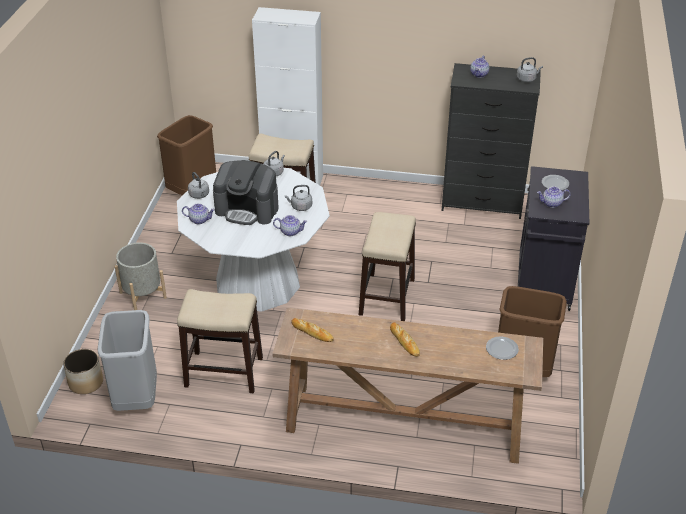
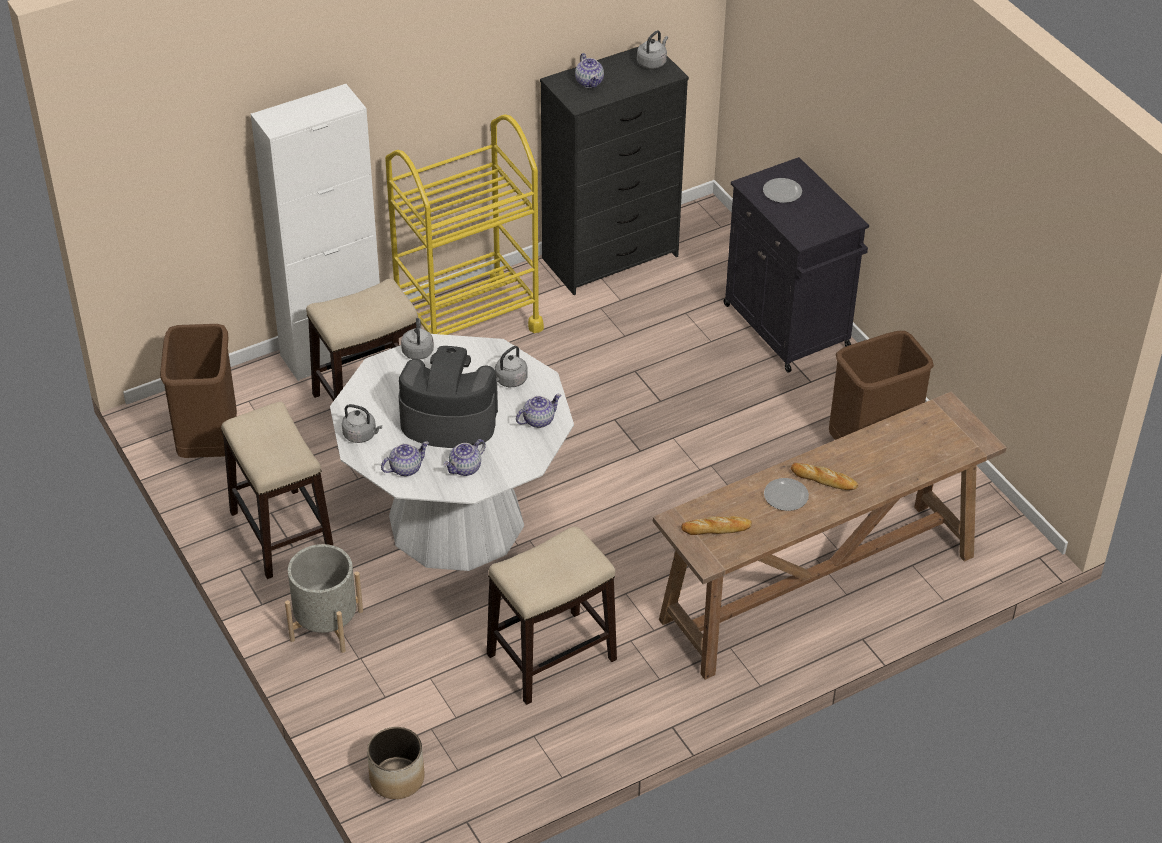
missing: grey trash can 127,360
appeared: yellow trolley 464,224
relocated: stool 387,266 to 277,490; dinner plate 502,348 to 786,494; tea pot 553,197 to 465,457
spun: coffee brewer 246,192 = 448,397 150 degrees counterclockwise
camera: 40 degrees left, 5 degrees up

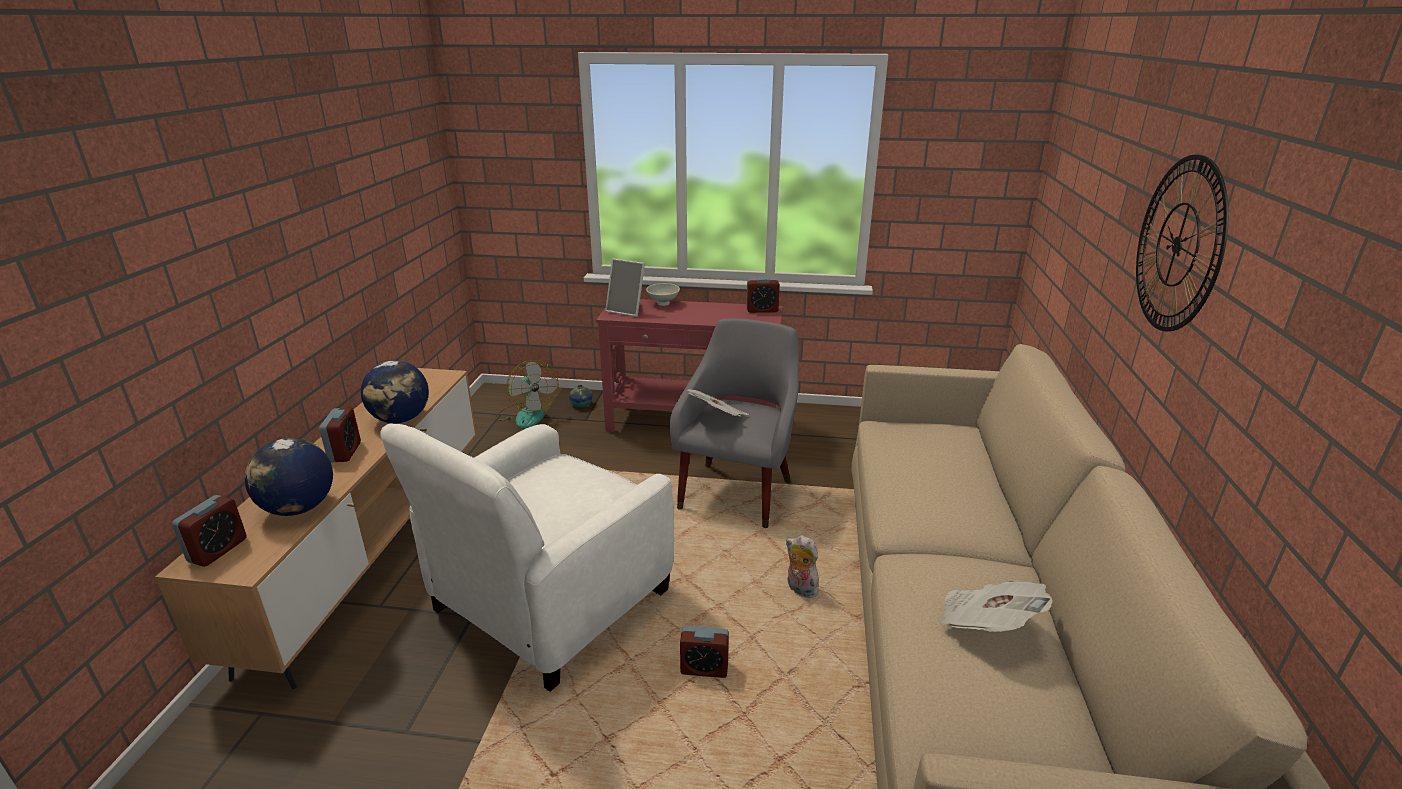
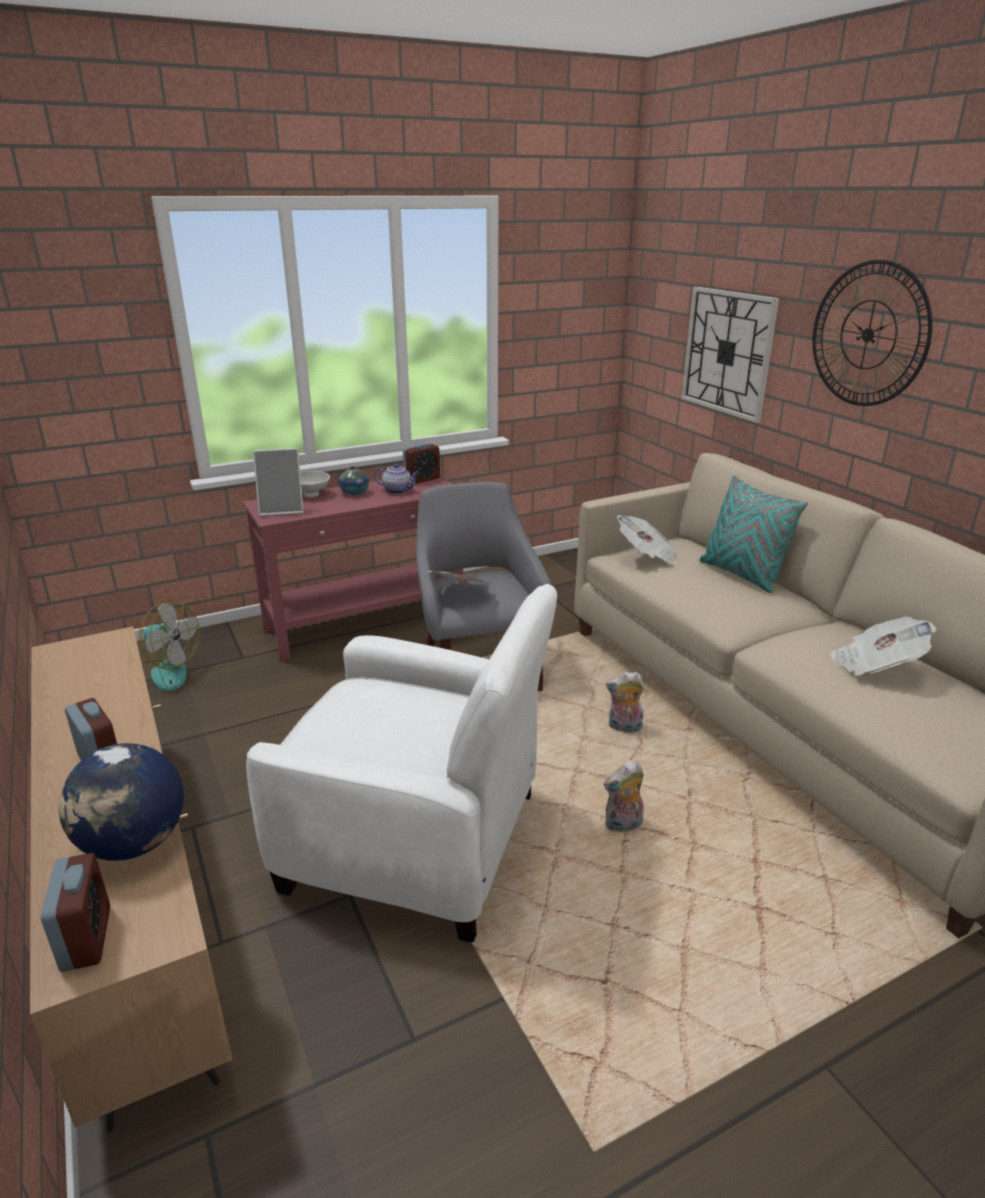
missing: desk globe 395,391
appeared: tea pot 396,479; daily paper 646,540; hanging clock 730,355; blue-green pillow 753,534
relocated: flower vase 581,396 to 353,480
exchanged: alarm clock 704,652 to soft toy 624,796
spun: whitish easy chair 527,557 = 401,763 75 degrees counterclockwise
camera: 35 degrees left, 0 degrees up

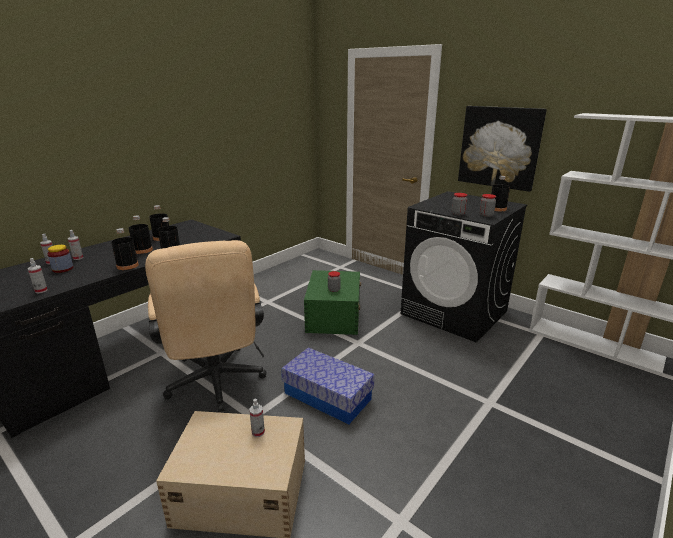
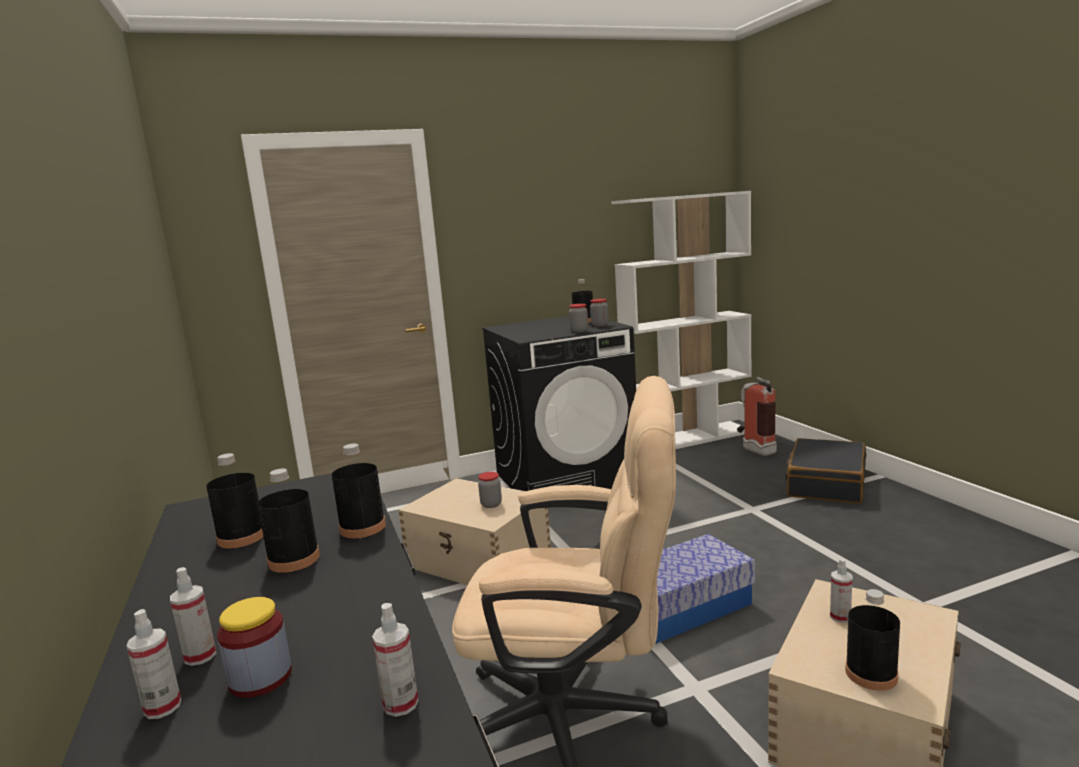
missing: wall art 502,149
appeared: fire-fighting cylinder 757,416; blackish piece of luggage 826,471
relocated: blackish beverage bottle 125,249 to 872,640
colour: greenish storage container 332,302 to sand-coloured storage container 474,531
camera: 60 degrees left, 10 degrees down

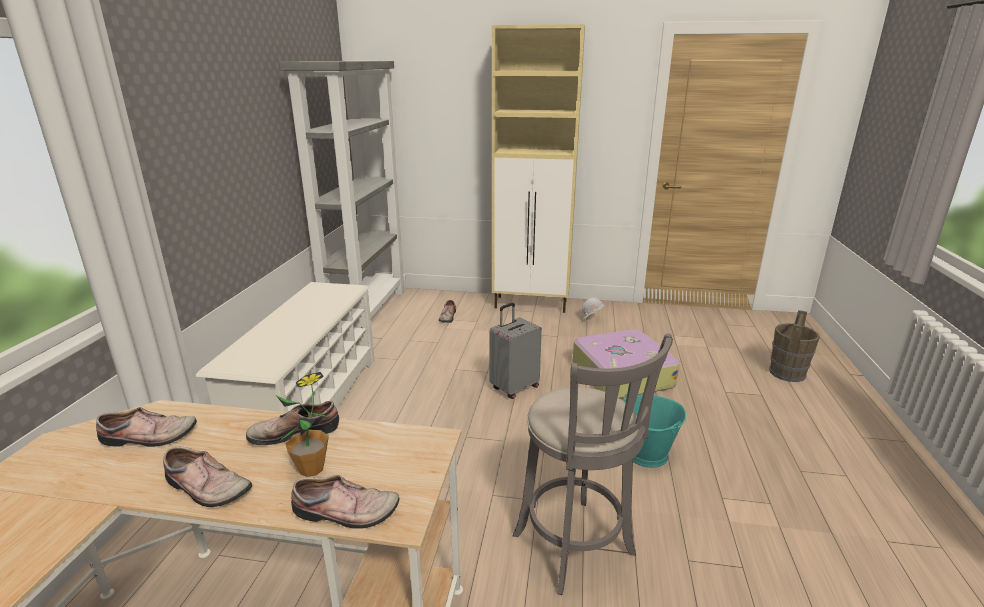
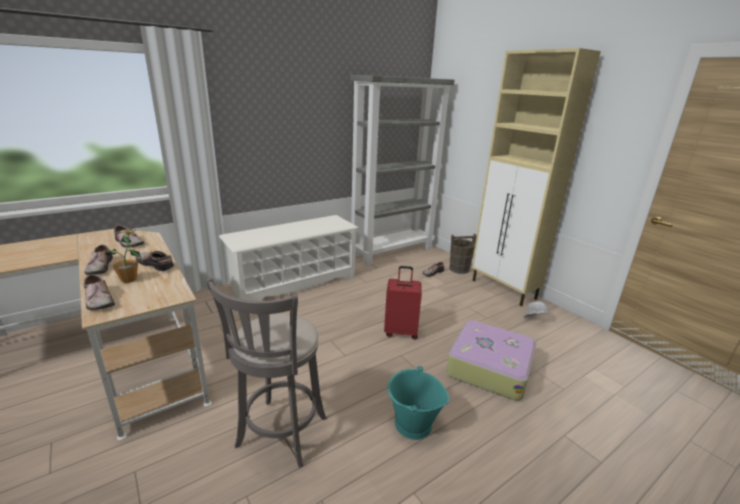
relocated: brown pail 794,346 to 463,254
colour: grey piece of luggage 515,351 to reddish piece of luggage 403,303
camera: 45 degrees right, 0 degrees up

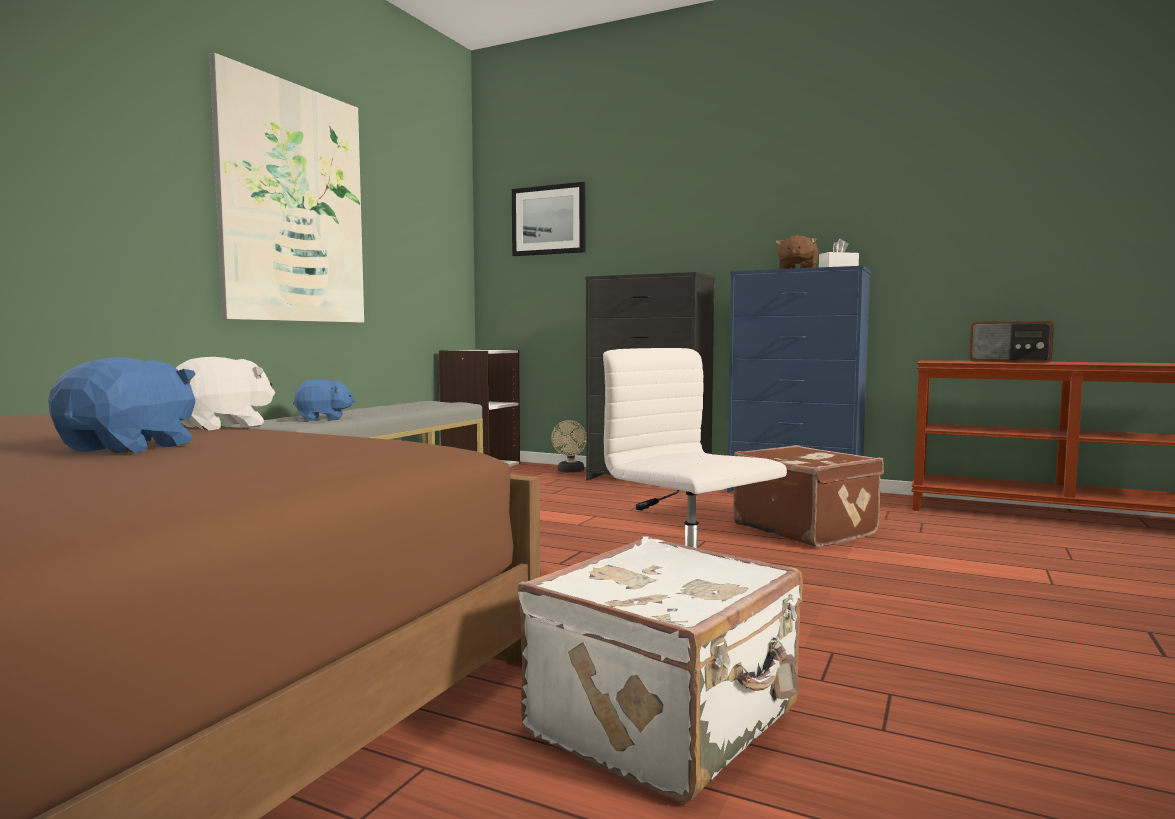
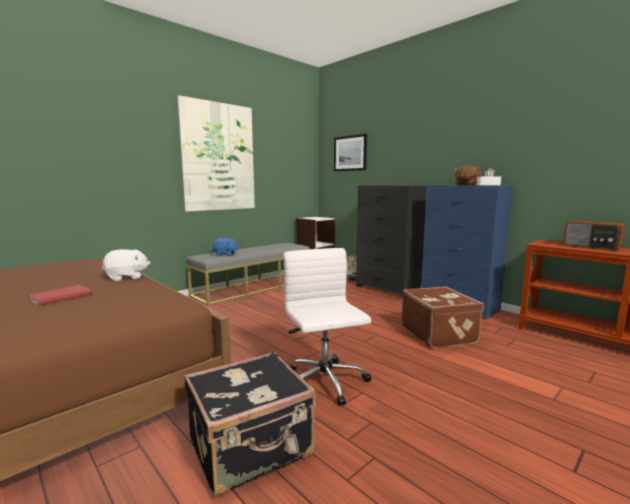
exchanged: blue soft toy 122,405 to reddish bound book 60,295
colour: whitish piece of luggage 660,669 to blackish piece of luggage 250,424
camera: 20 degrees right, 5 degrees up

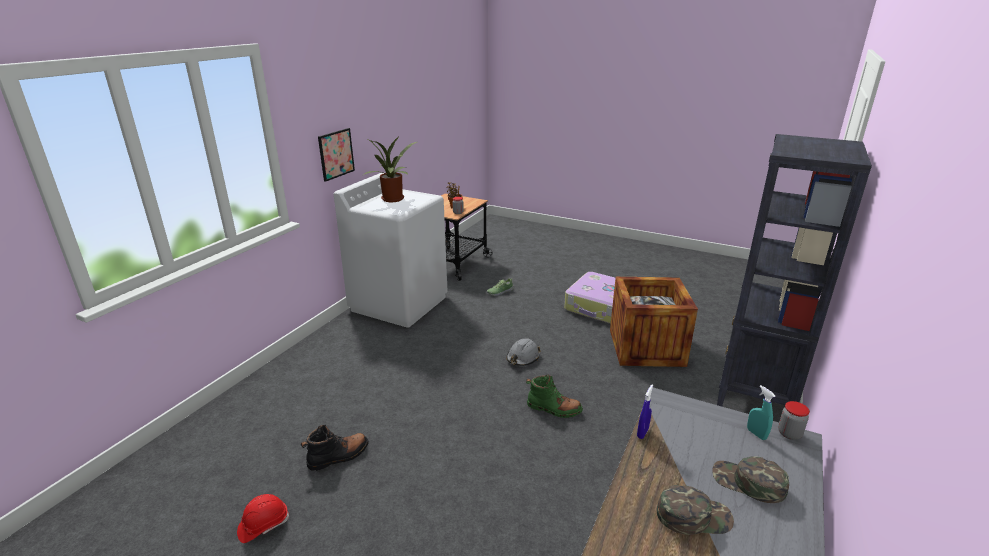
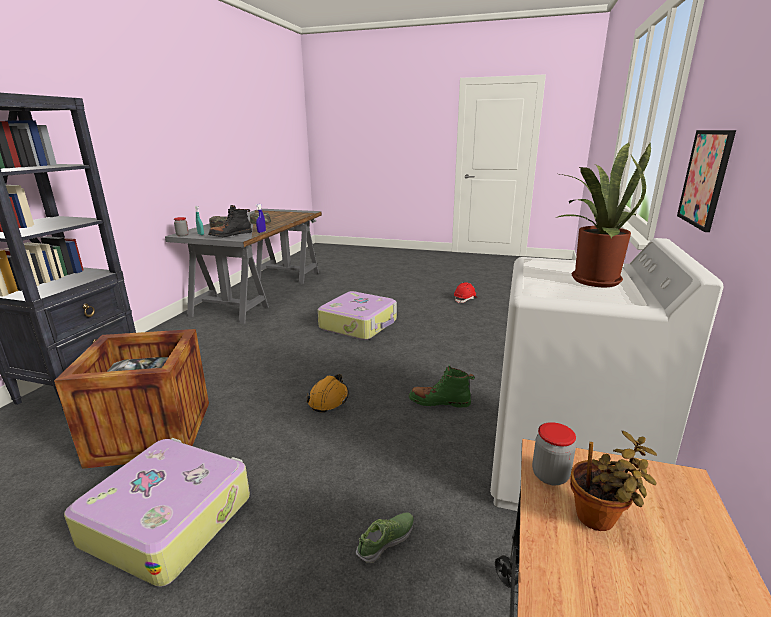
appeared: piece of luggage 357,315
relocated: blackish tall boot 334,448 to 230,221; greenish tall boot 554,396 to 442,386
colour: grey work helmet 523,352 to orangey work helmet 327,393
camera: 170 degrees right, 5 degrees down

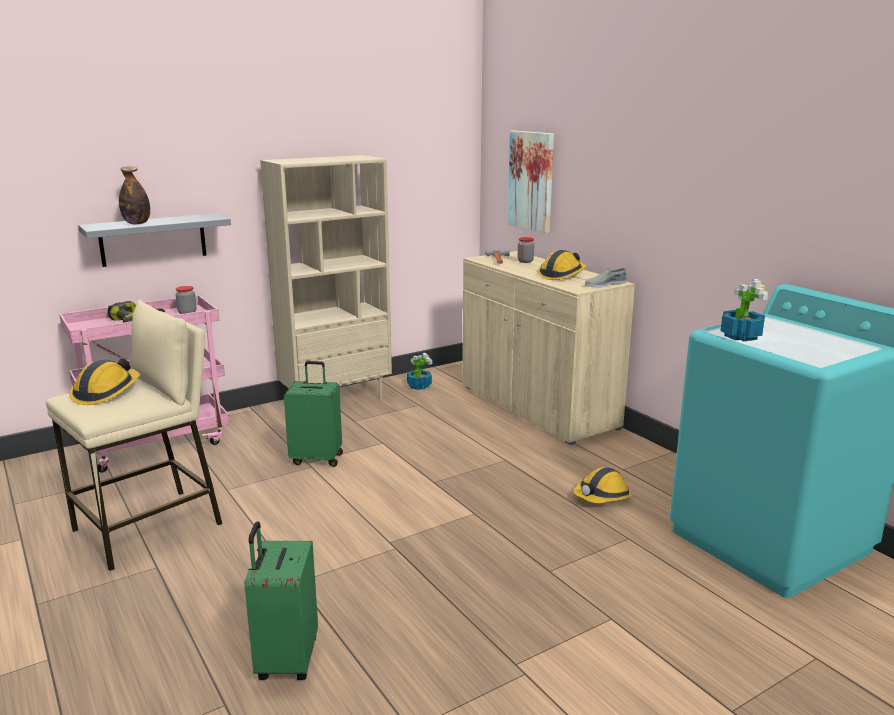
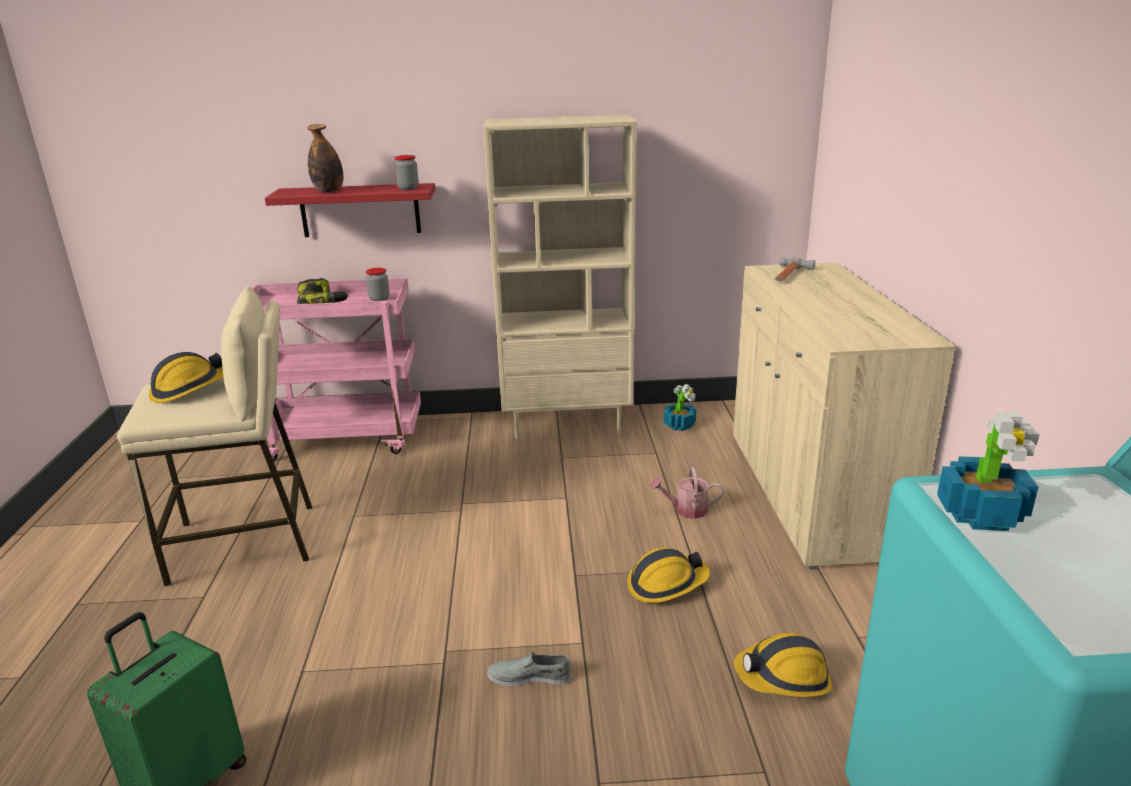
missing: greenish piece of luggage 313,414; wall art 530,182
appeared: watering can 687,493
relocated: storage jar 525,250 to 406,172; work helmet 562,265 to 668,575; grey shoe 605,277 to 529,669
colour: grey shelf 154,240 to reddish shelf 350,210
camera: 30 degrees right, 5 degrees up

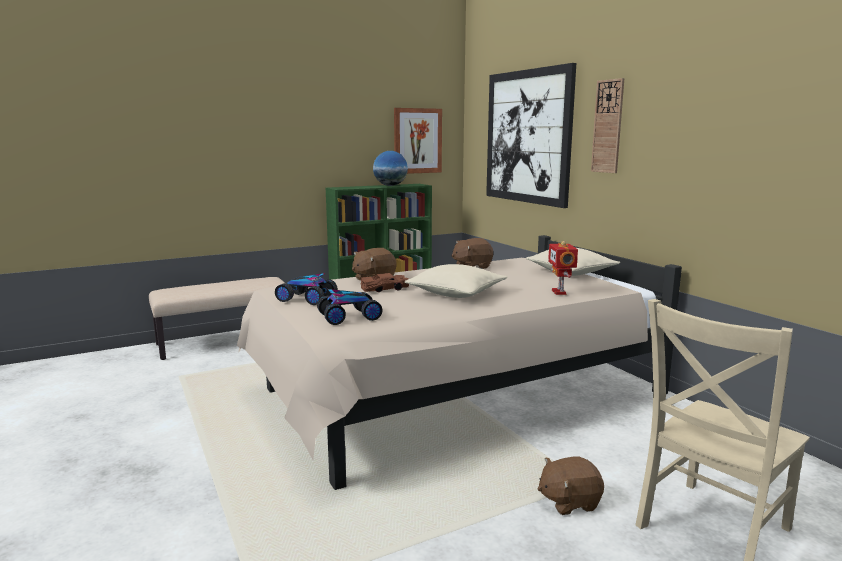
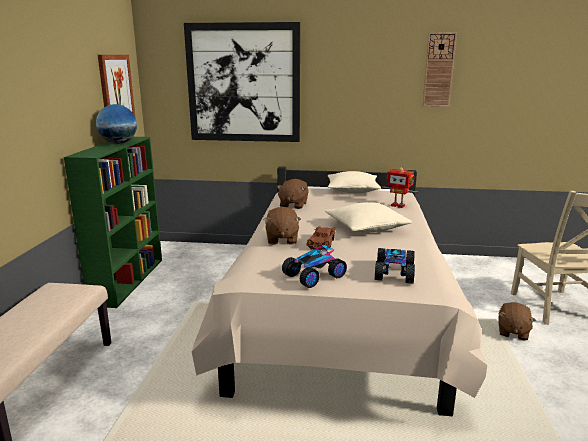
relocated: hanging clock 607,125 to 439,69
camera: 55 degrees left, 5 degrees up

